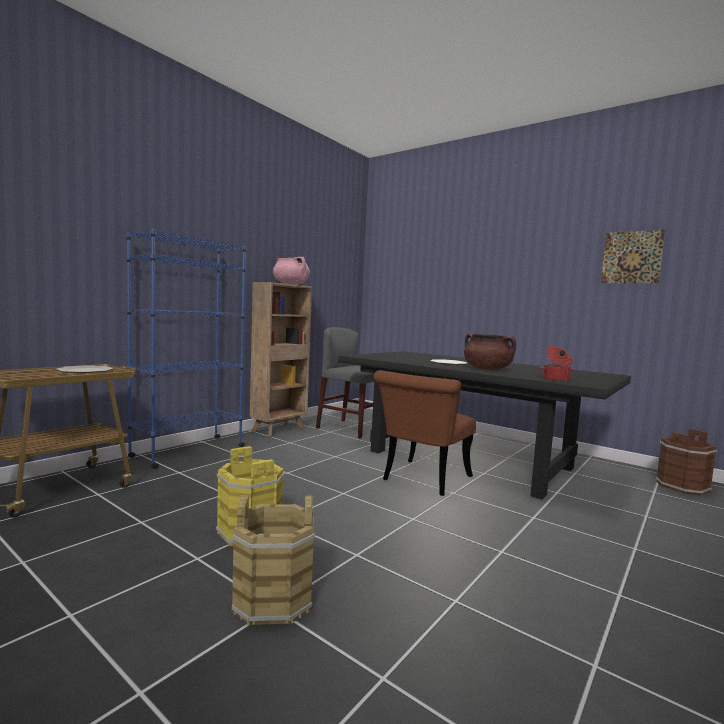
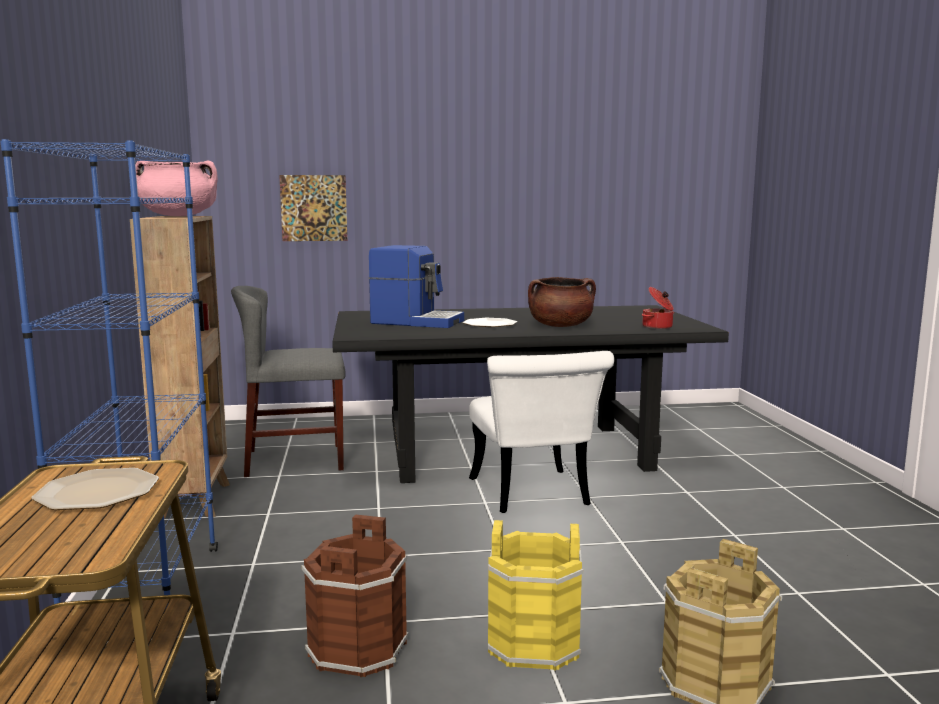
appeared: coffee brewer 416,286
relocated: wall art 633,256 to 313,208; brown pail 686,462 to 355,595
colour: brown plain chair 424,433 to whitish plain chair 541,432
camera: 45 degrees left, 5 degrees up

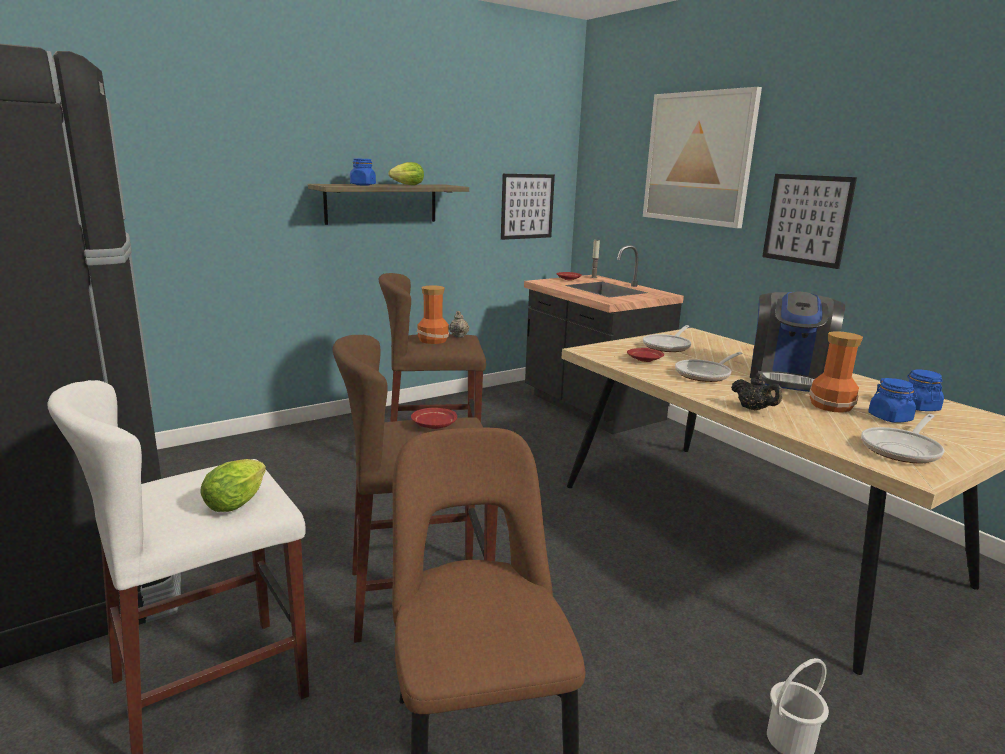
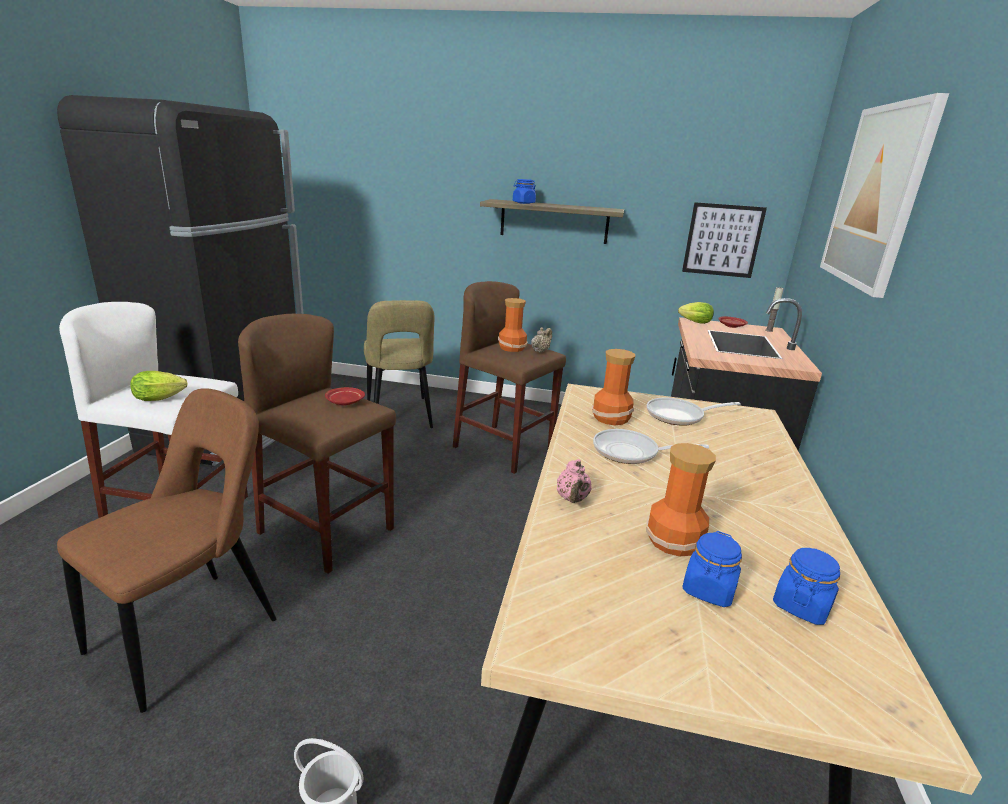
missing: coffee brewer 797,342; wall art 809,221; pan 902,438
appeared: sand-coloured plain chair 399,364
relocated: lettuce 406,173 to 696,313
exchanged: reddish dinner plate 645,355 to flower vase 613,387
colour: blackish tea pot 756,391 to pinkish tea pot 574,481
camera: 45 degrees right, 5 degrees up

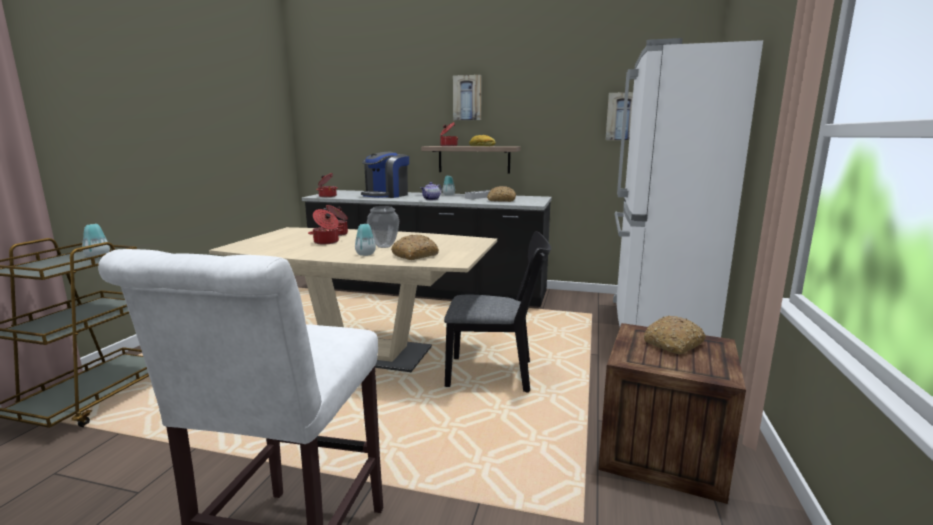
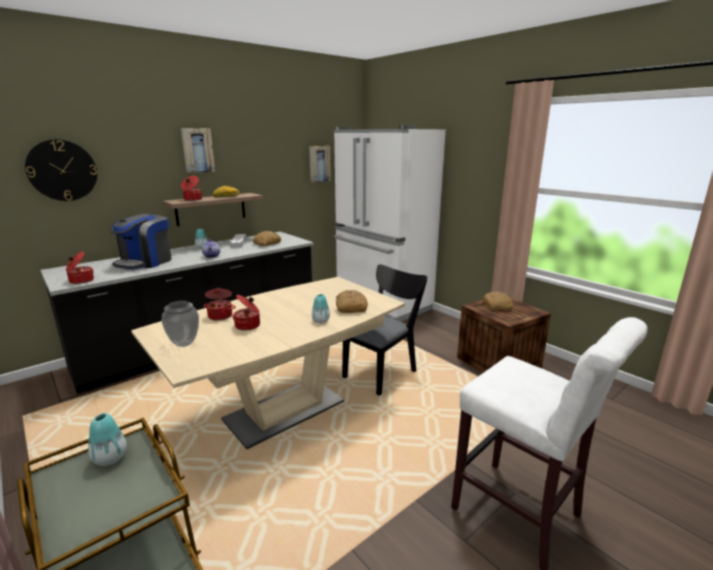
appeared: hanging clock 61,170
relocated: flower vase 383,227 to 180,324
spun: coffee brewer 385,175 = 140,242 45 degrees clockwise
camera: 55 degrees left, 5 degrees up

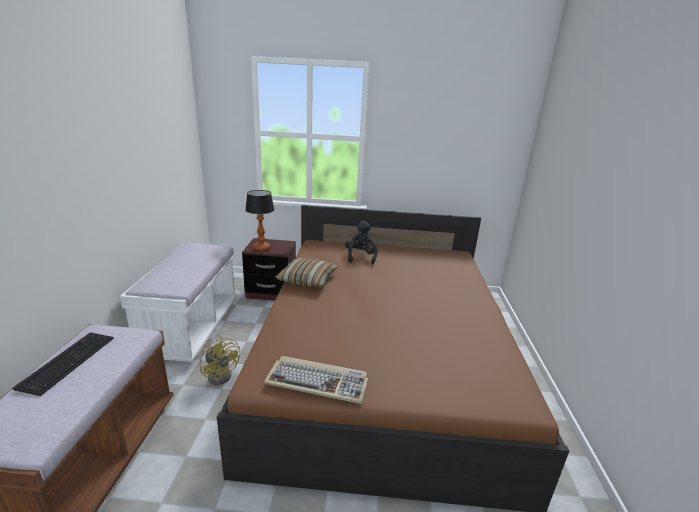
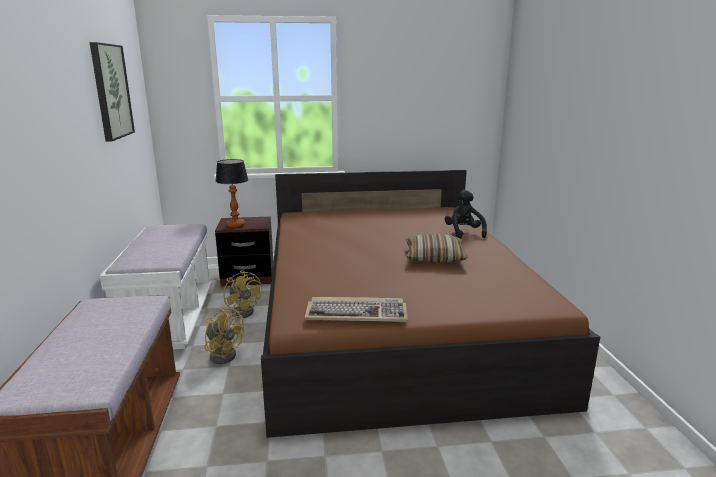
missing: PC keyboard 63,364
appeared: wall art 112,92; yellow fan 243,294
relocated: pillow 307,272 to 437,248; blackish soft toy 361,243 to 466,214
camera: 10 degrees left, 5 degrees down

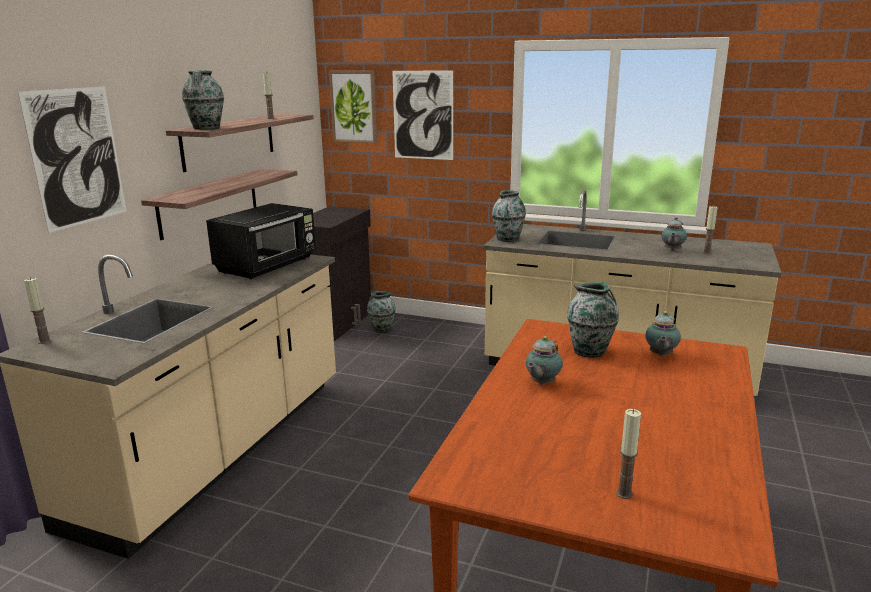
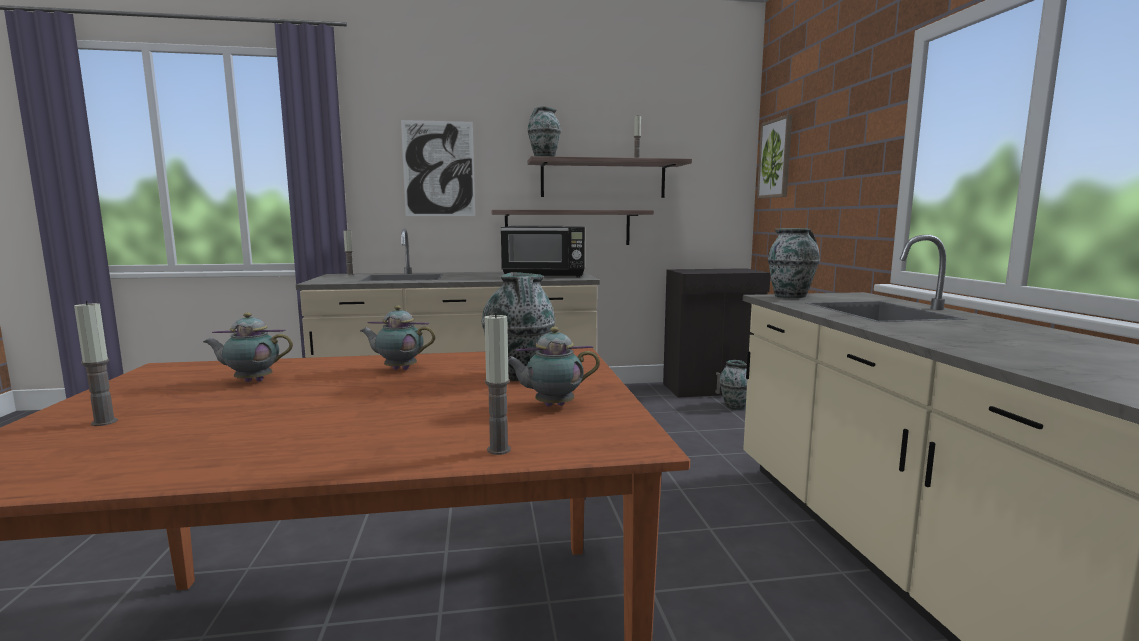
missing: wall art 422,115
relocated: tea pot 674,234 to 248,347; candle 710,230 to 497,383
camera: 60 degrees right, 10 degrees down

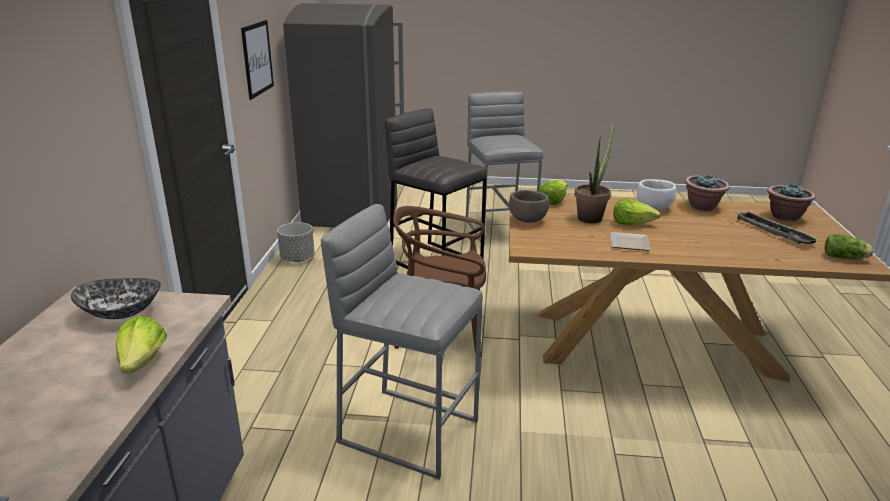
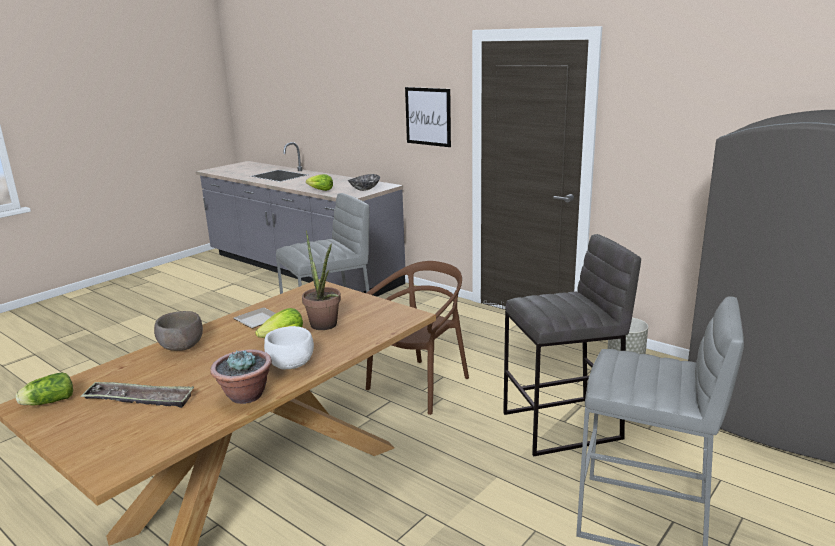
missing: lettuce 553,192; houseplant 791,202
relocated: wall art 257,60 to 428,117; brown deep dish 529,206 to 178,331
camera: 125 degrees right, 5 degrees down

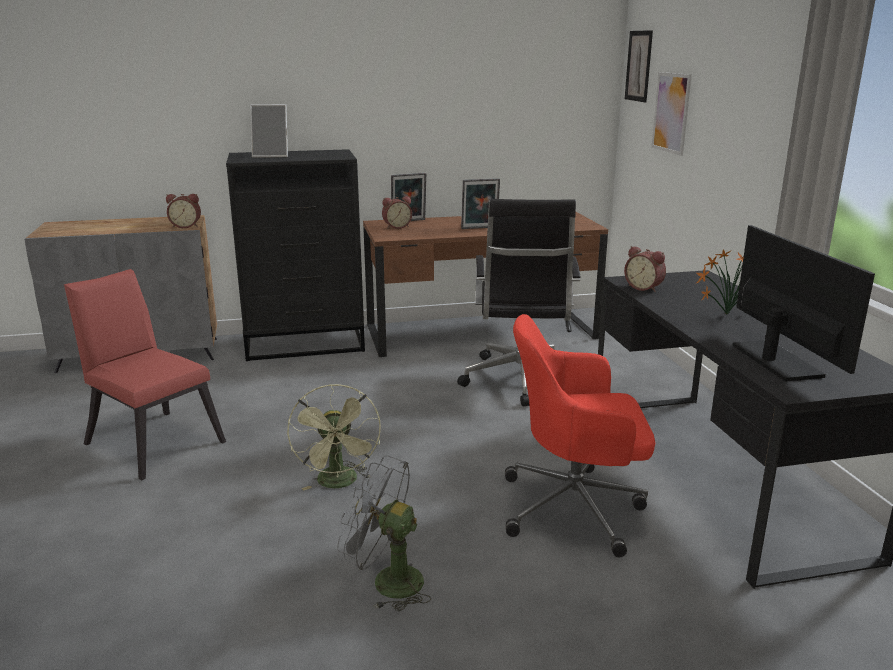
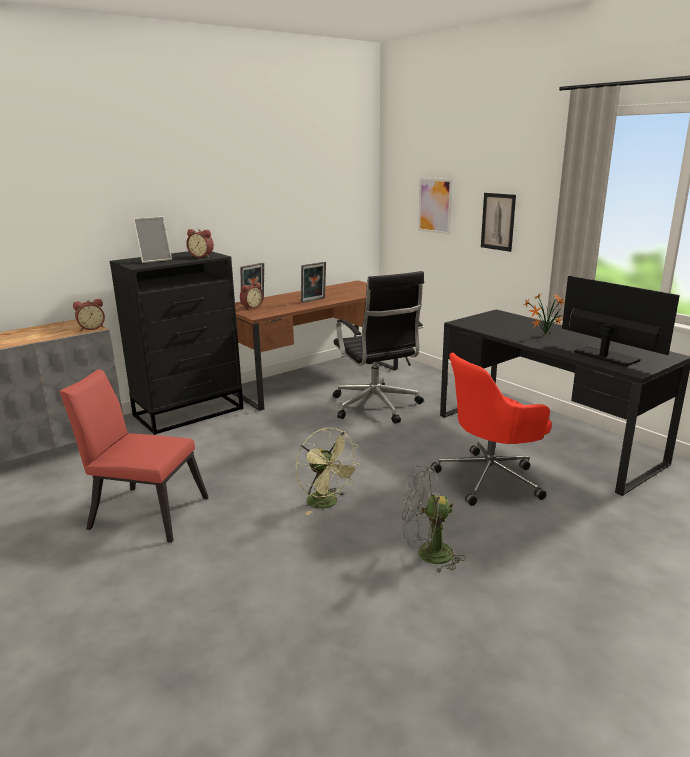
relocated: alarm clock 645,269 to 200,243; wall art 639,66 to 498,222
camera: 25 degrees left, 0 degrees up

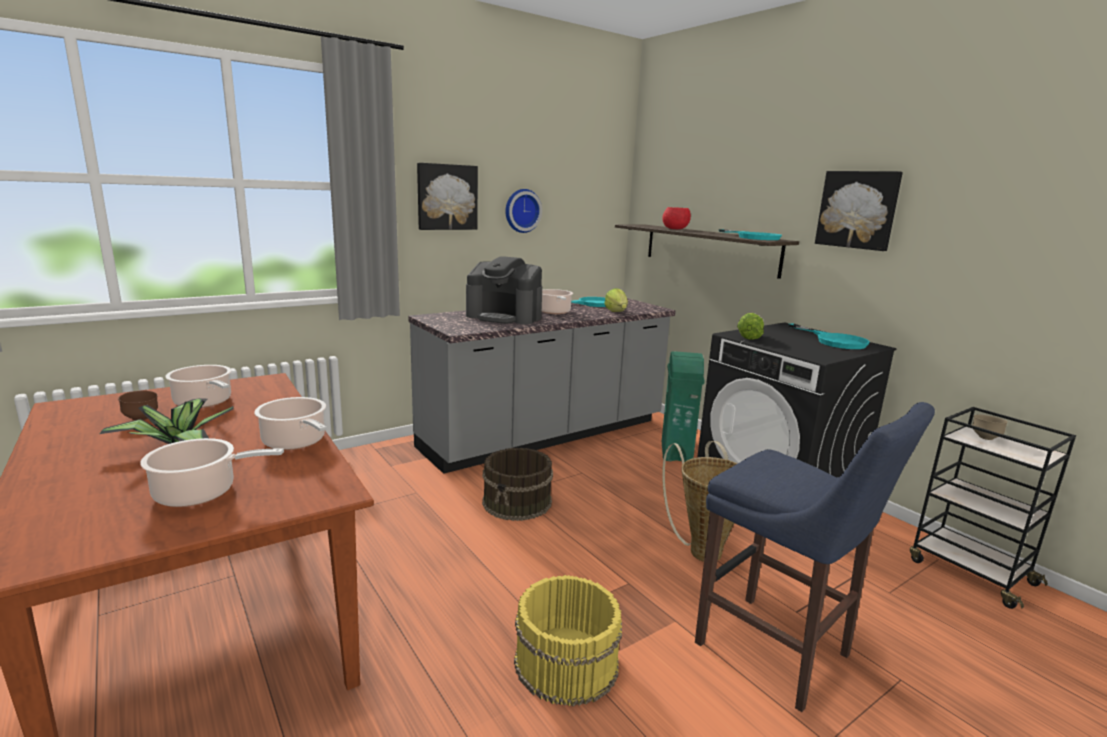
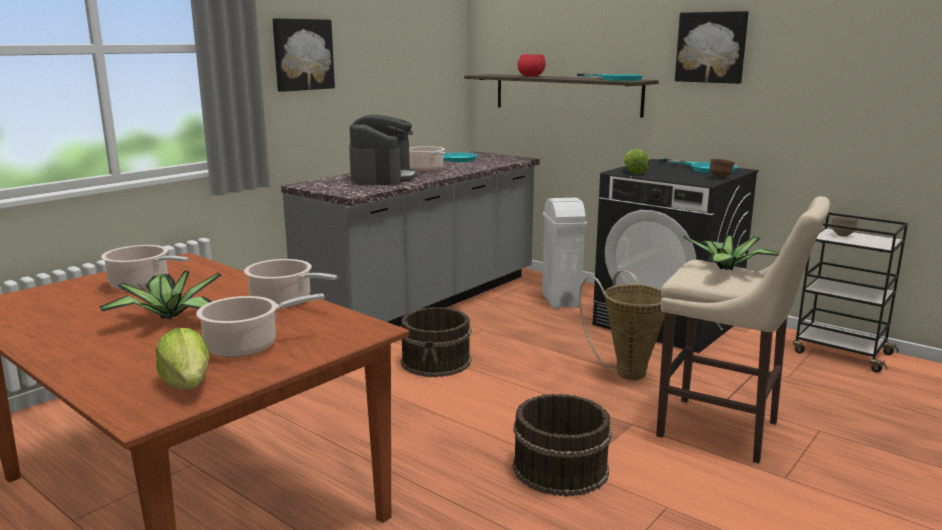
missing: hanging clock 523,211
appeared: houseplant 731,252
relocated: brown deep dish 138,405 to 722,169; lettuce 616,300 to 183,359
colour: yellow pail 568,640 to brown pail 562,445; greenish trash can 683,406 to whitish trash can 564,253; blue stool 815,557 to sand-coloured stool 743,330
spun: coffee brewer 504,290 = 383,149 90 degrees counterclockwise
camera: 15 degrees left, 0 degrees up

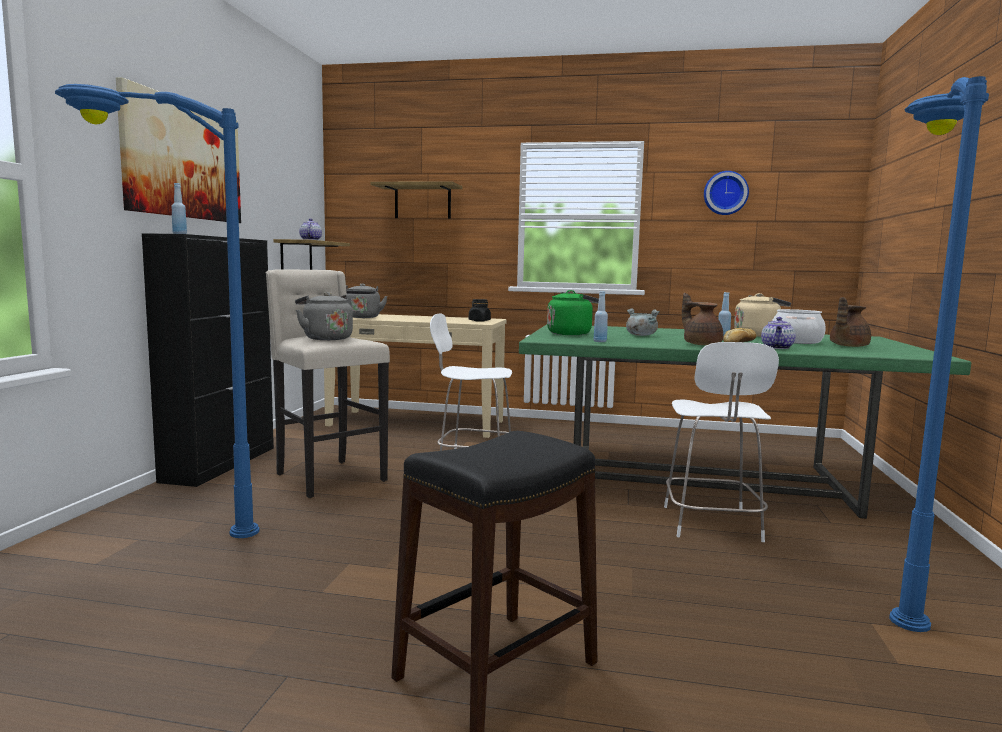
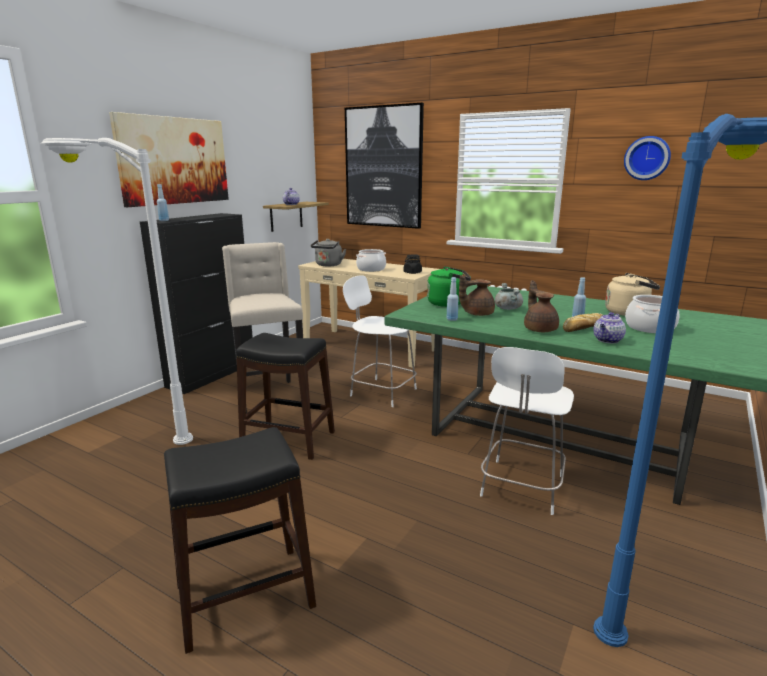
missing: grey tea kettle 324,316
appeared: blackish stool 285,396; cooking pot 371,260
relocated: brown tea pot 850,322 to 477,295
exchanged: shelf 416,200 to wall art 384,166
colour: blue floor lamp 157,311 to whitish floor lamp 117,291
camera: 20 degrees right, 10 degrees up

